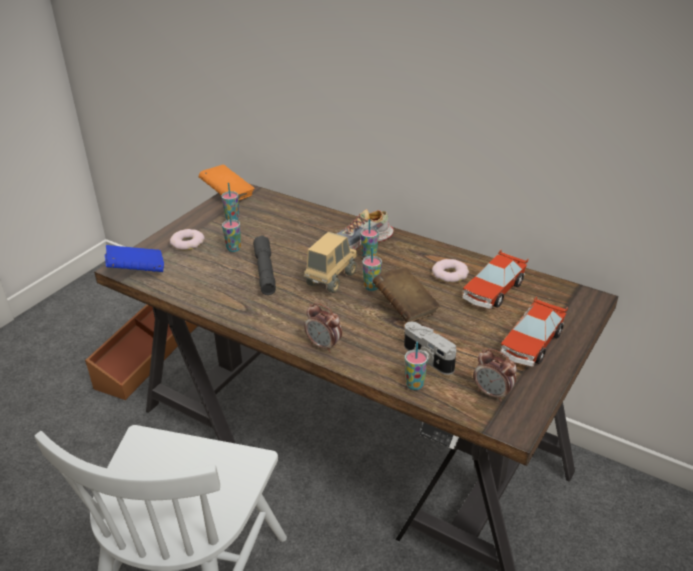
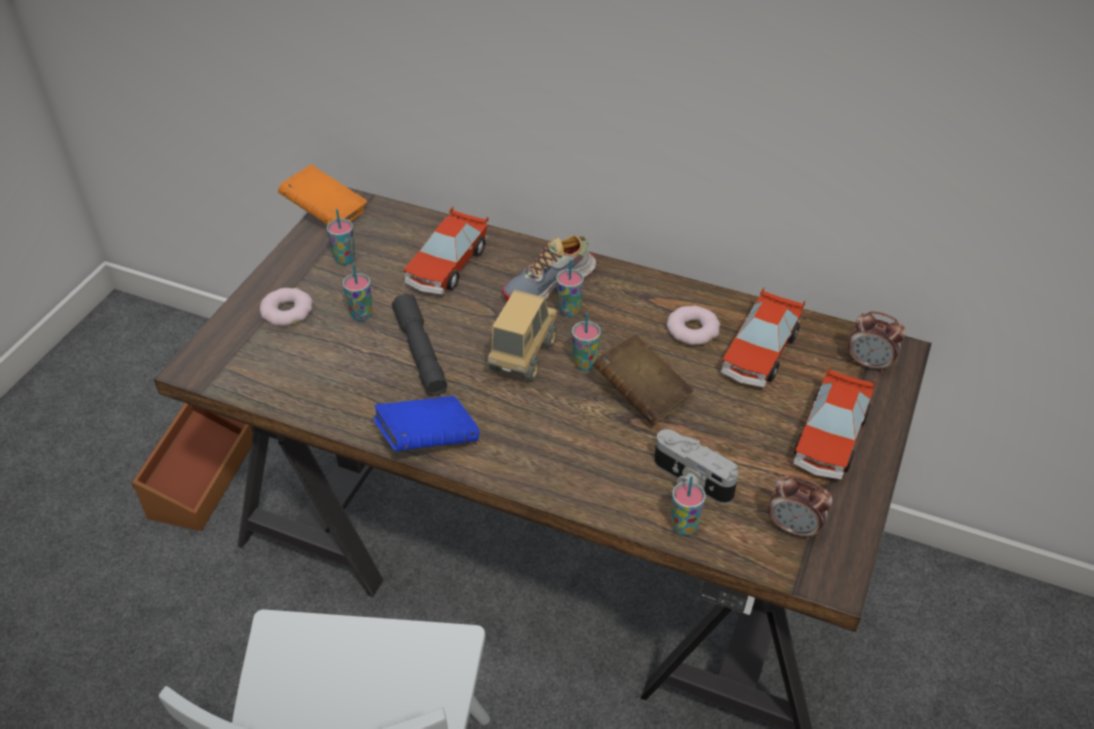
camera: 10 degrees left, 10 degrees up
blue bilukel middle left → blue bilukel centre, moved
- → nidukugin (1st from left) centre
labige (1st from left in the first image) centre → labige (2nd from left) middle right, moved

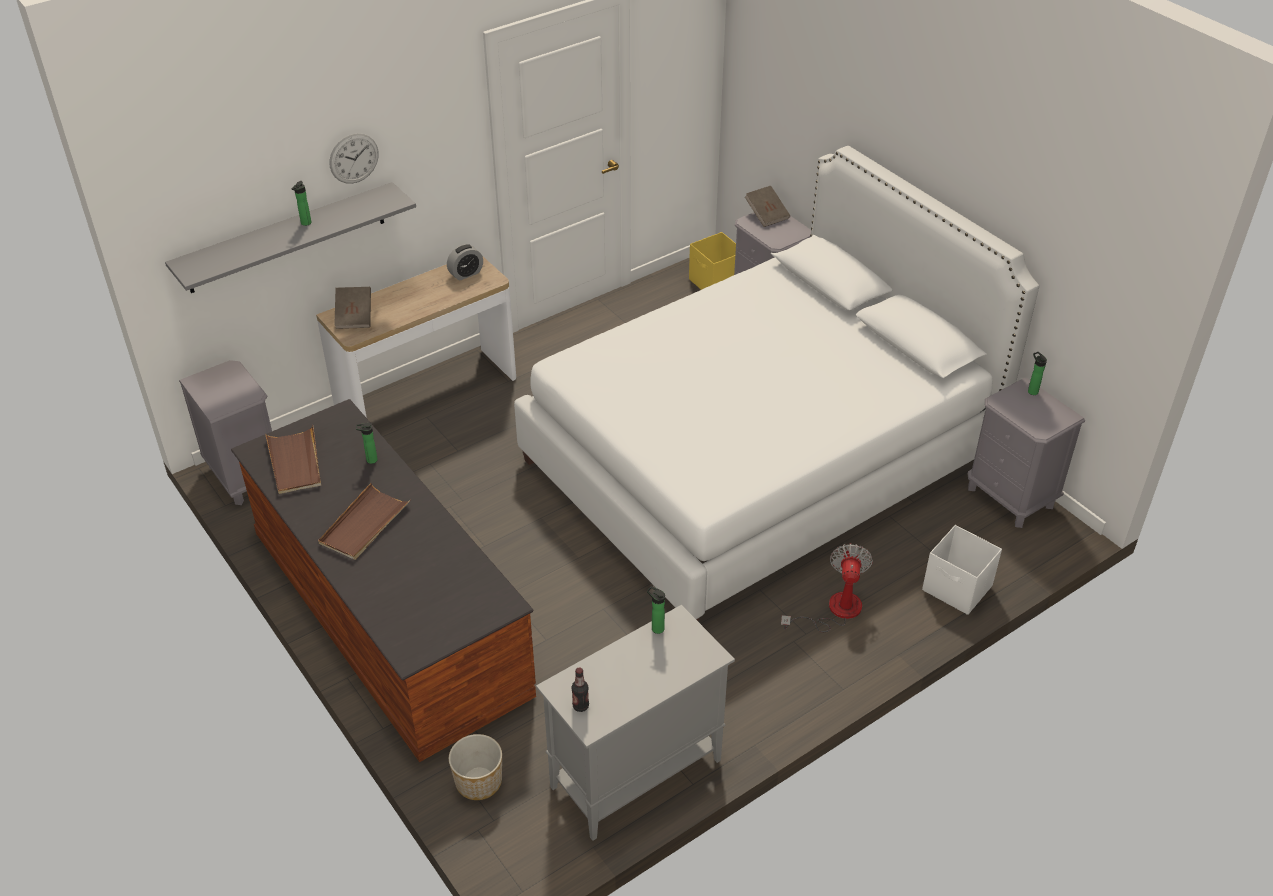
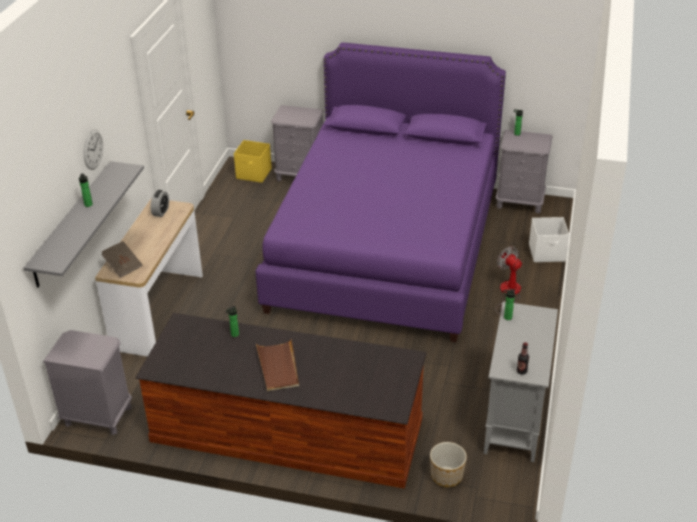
camera: 40 degrees left, 5 degrees down
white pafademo centre → purple pafademo centre
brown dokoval (1st from left) middle left → -
brown bilukel (2nd from left) top centre → -

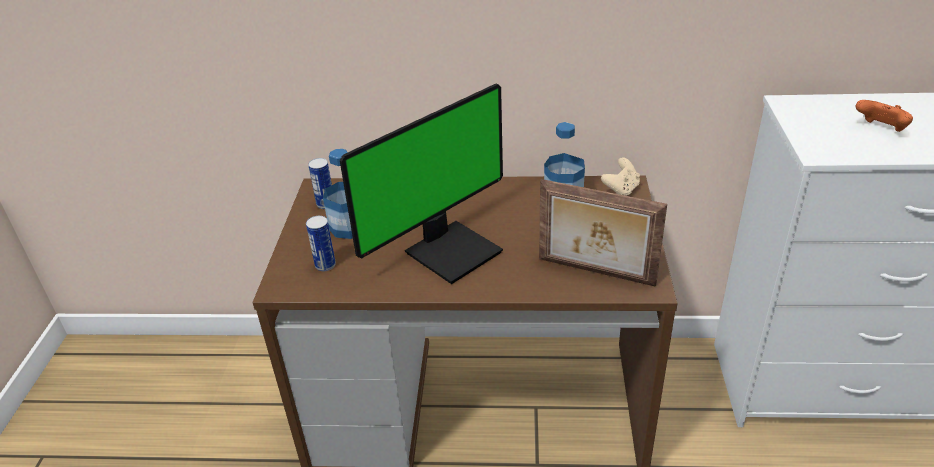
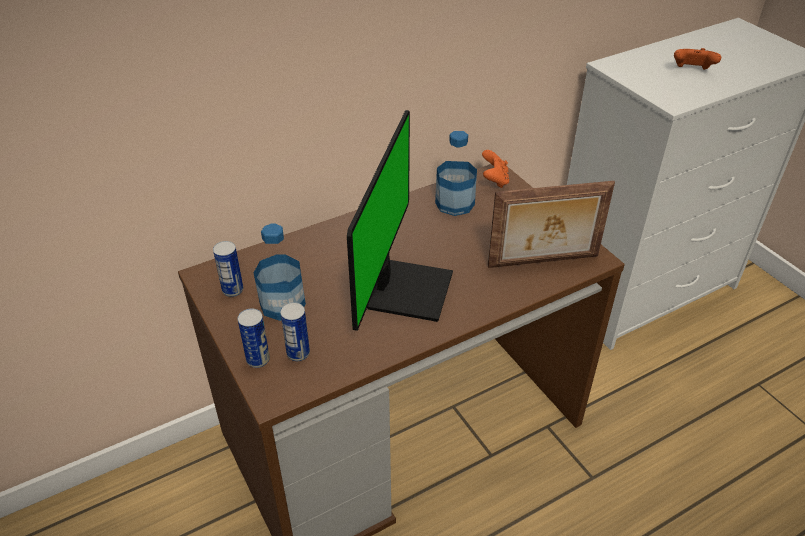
camera: 35 degrees left, 5 degrees up
- → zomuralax (2nd from left) middle left
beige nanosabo centre → orange nanosabo (1st from left) top centre

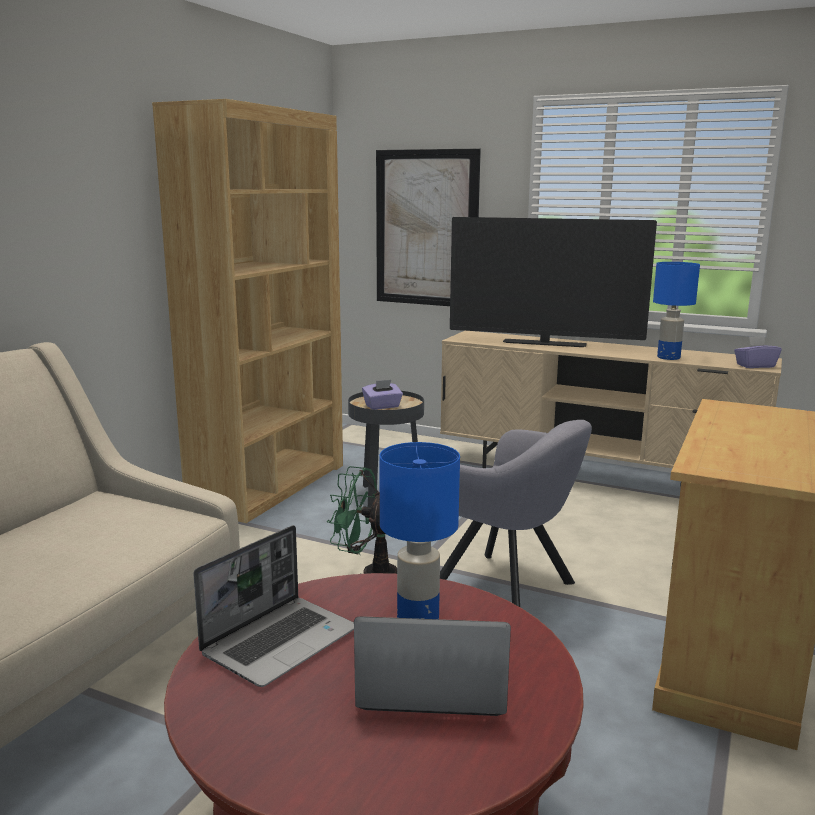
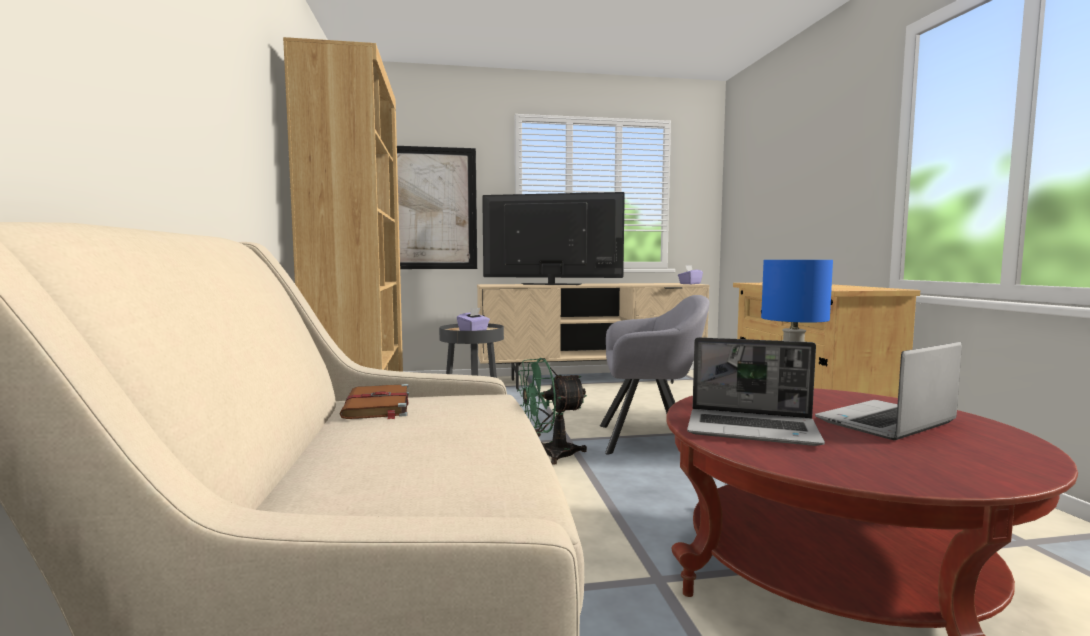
camera: 35 degrees left, 10 degrees down
- → brown bilukel centre
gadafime middle right → gadafime centre, 150 degrees counterclockwise
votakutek (1st from left) bottom centre → votakutek (1st from left) middle right, 105 degrees clockwise
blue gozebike (2nd from left) middle right → -

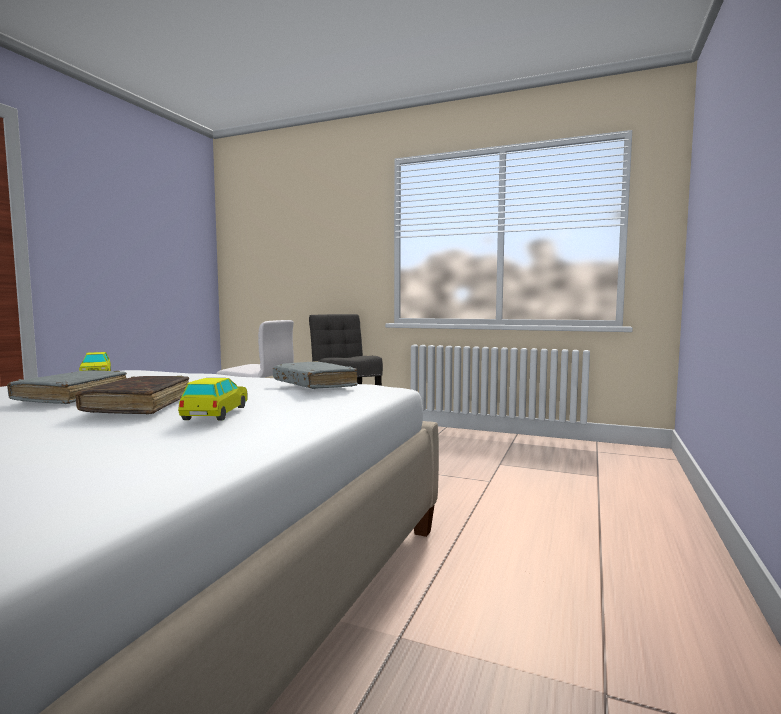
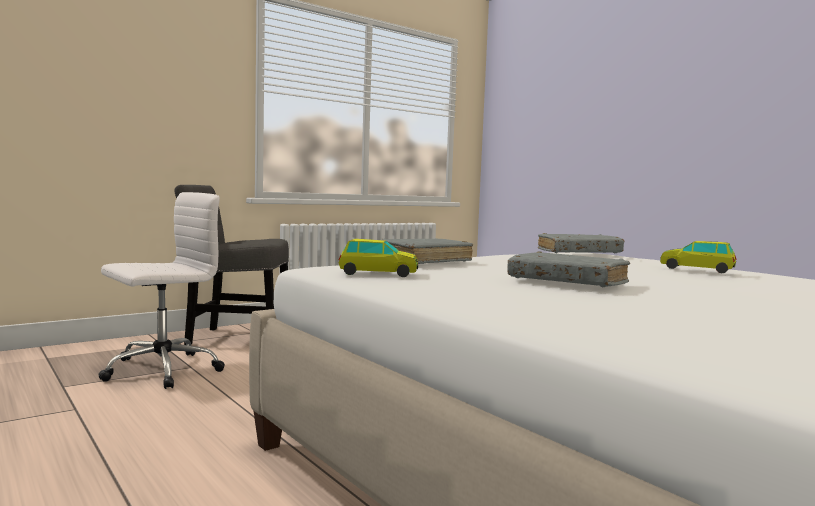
camera: 60 degrees left, 0 degrees up
- → grey bilukel (1st from left) centre
brown bilukel middle left → -

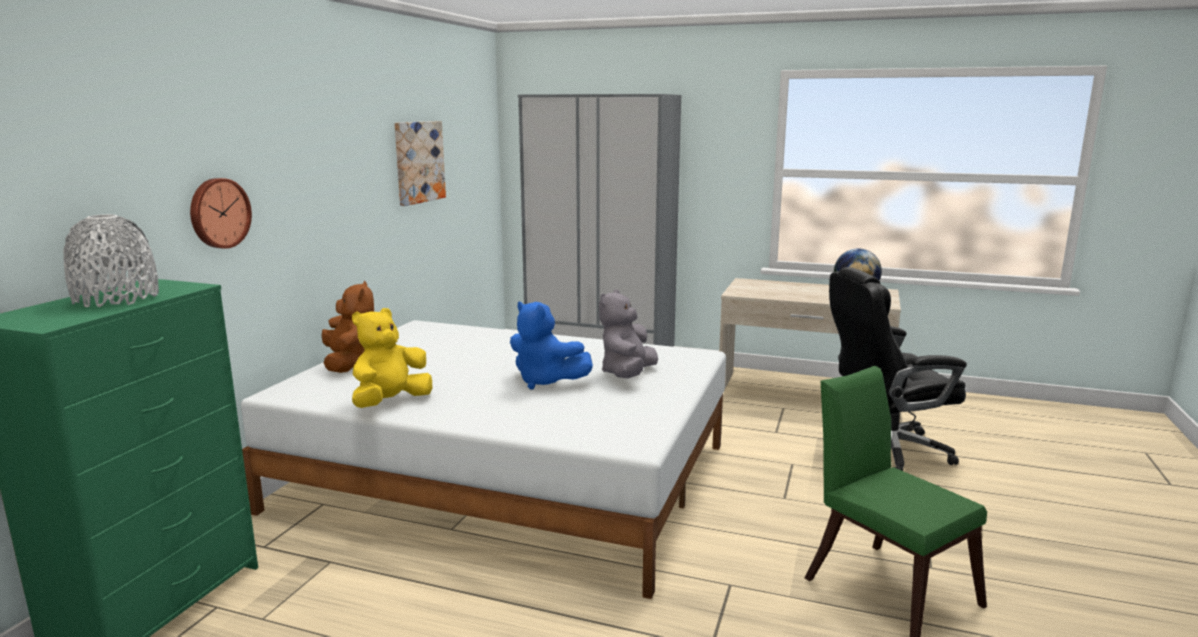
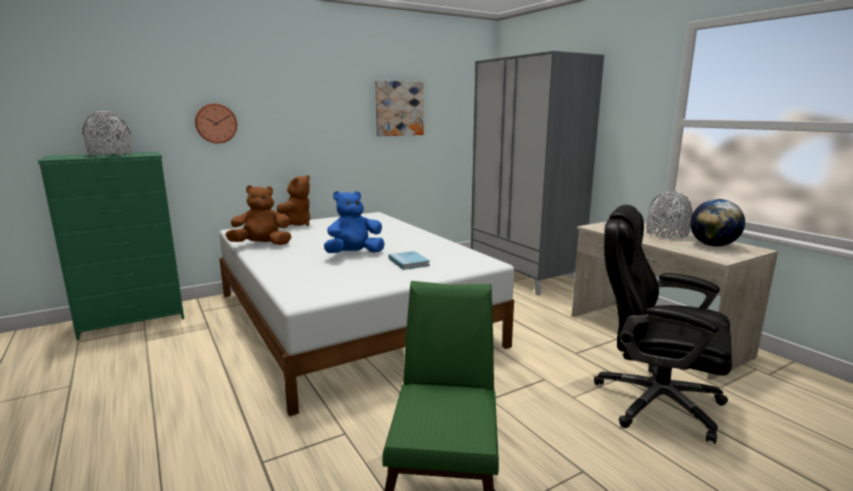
camera: 40 degrees right, 0 degrees up
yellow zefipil middle left → brown zefipil (1st from left) middle left
blue zefipil centre, 75 degrees clockwise
grey zefipil centre → blue bilukel centre
- → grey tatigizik (2nd from left) middle right

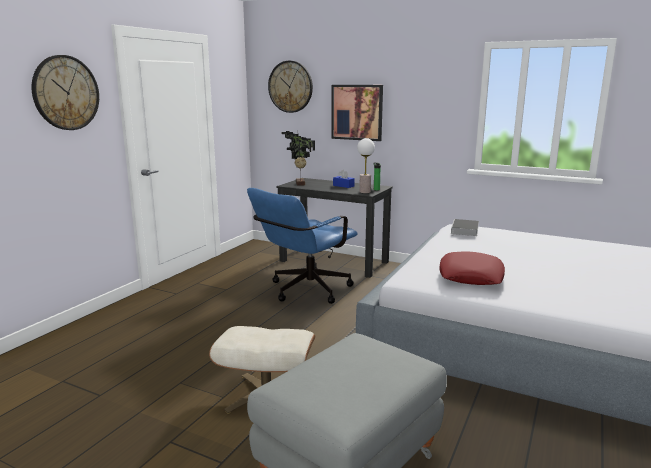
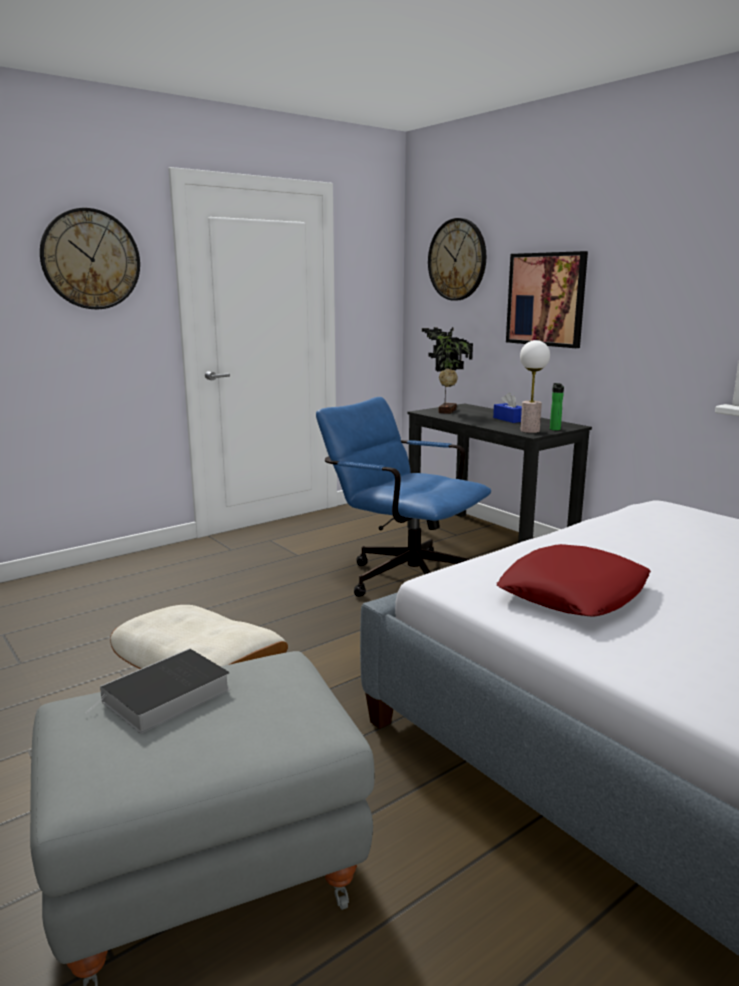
camera: 25 degrees right, 0 degrees up
bilukel middle right → bilukel bottom left, moved
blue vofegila centre, 60 degrees clockwise

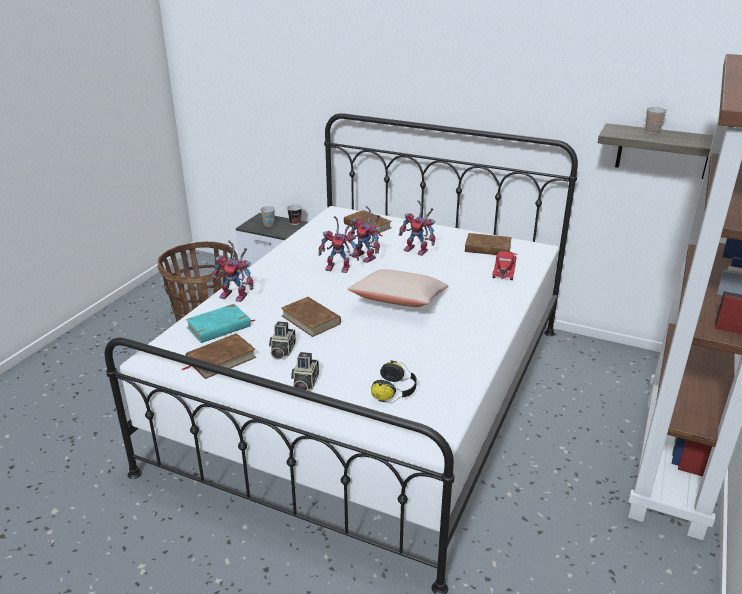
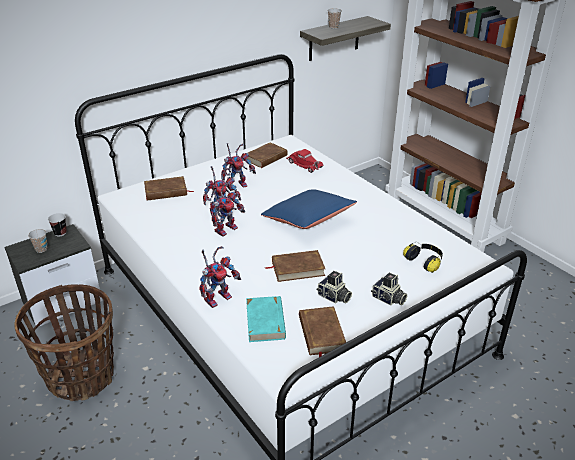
camera: 60 degrees left, 5 degrees up
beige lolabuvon centre → blue lolabuvon centre

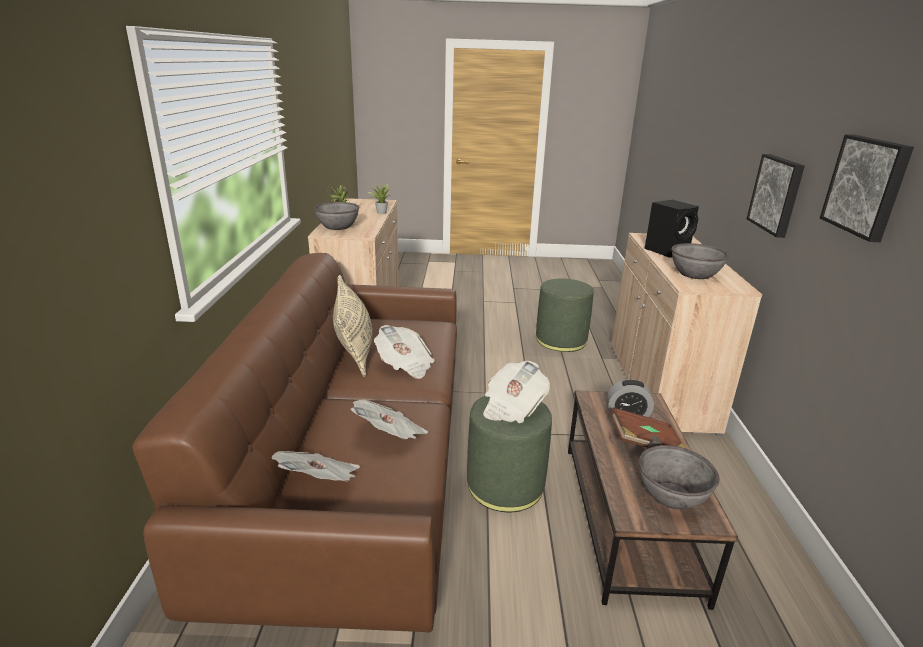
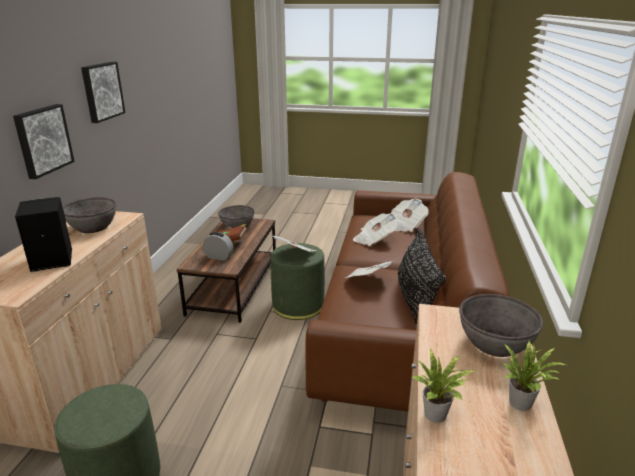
camera: 170 degrees left, 0 degrees up
beige lolabuvon centre → black lolabuvon centre

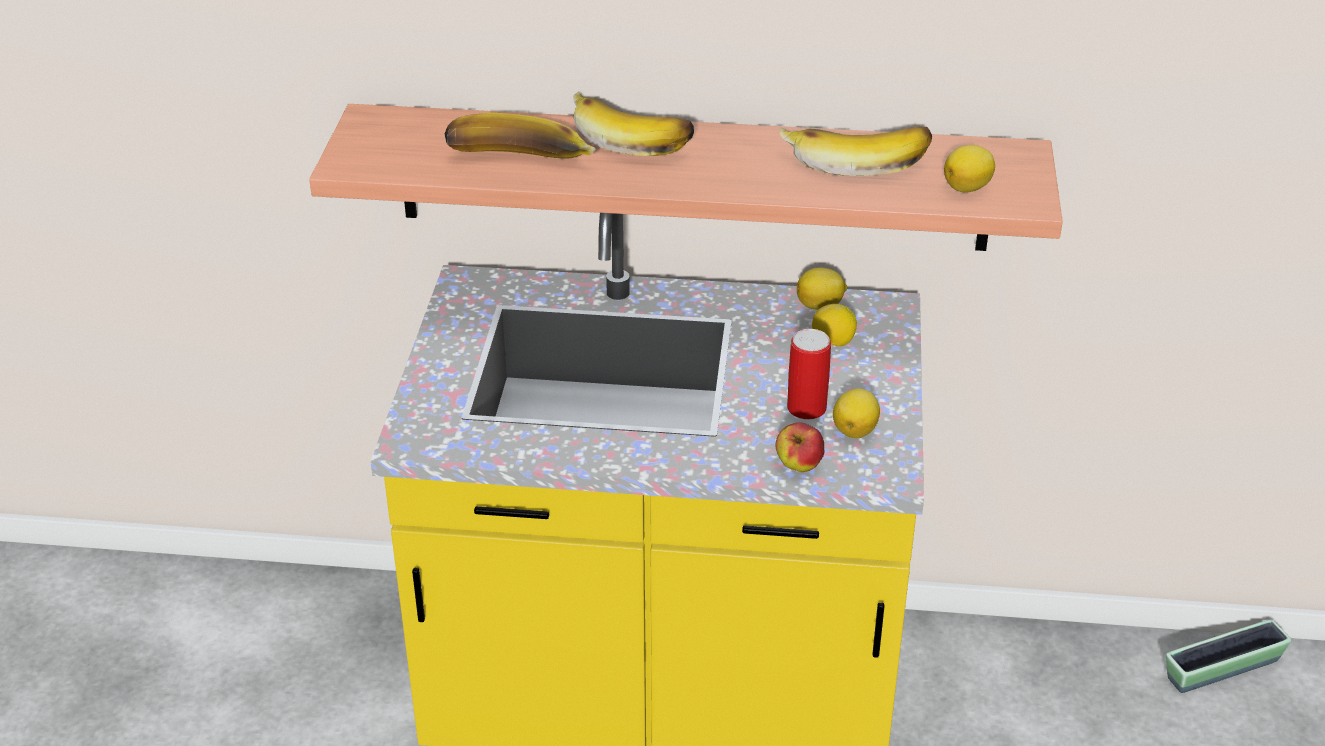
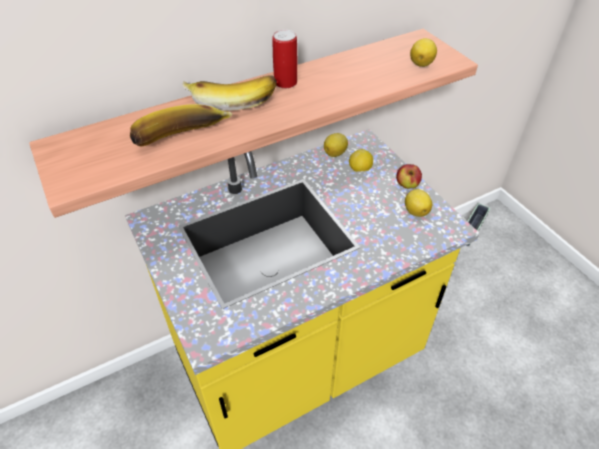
camera: 35 degrees left, 10 degrees up
zomuralax centre → zomuralax top centre, moved
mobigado centre → mobigado middle right, moved
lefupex (3rd from left) top centre → -

